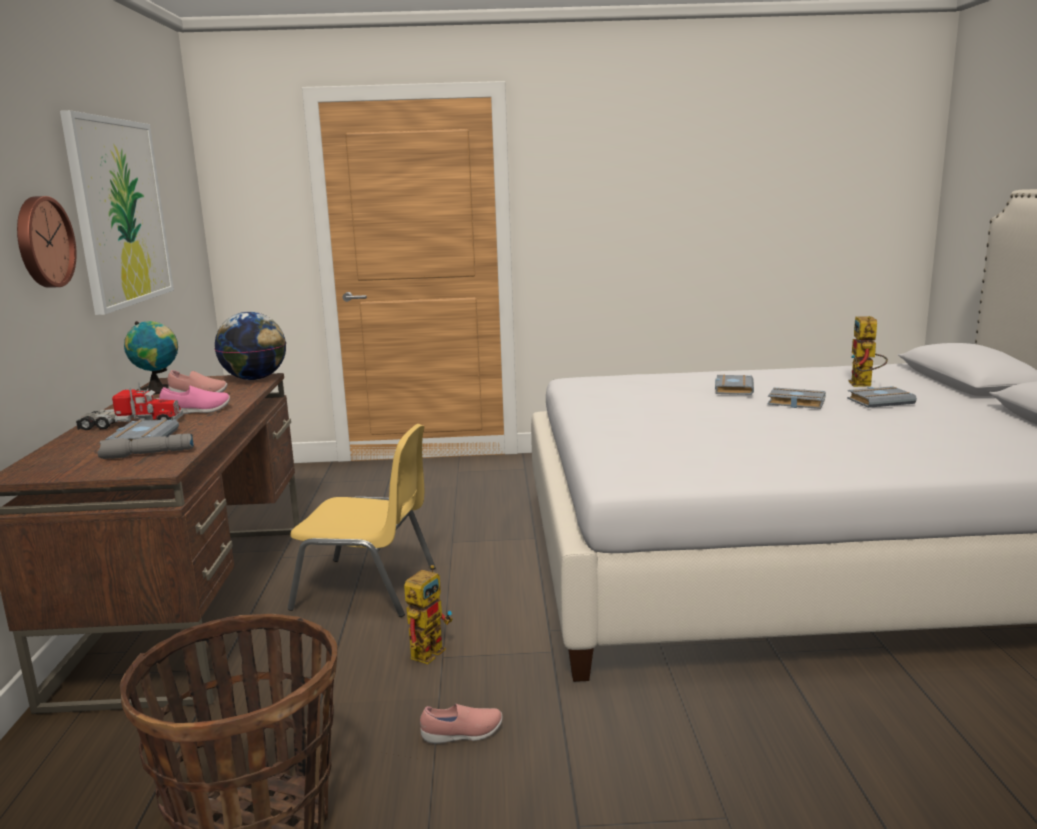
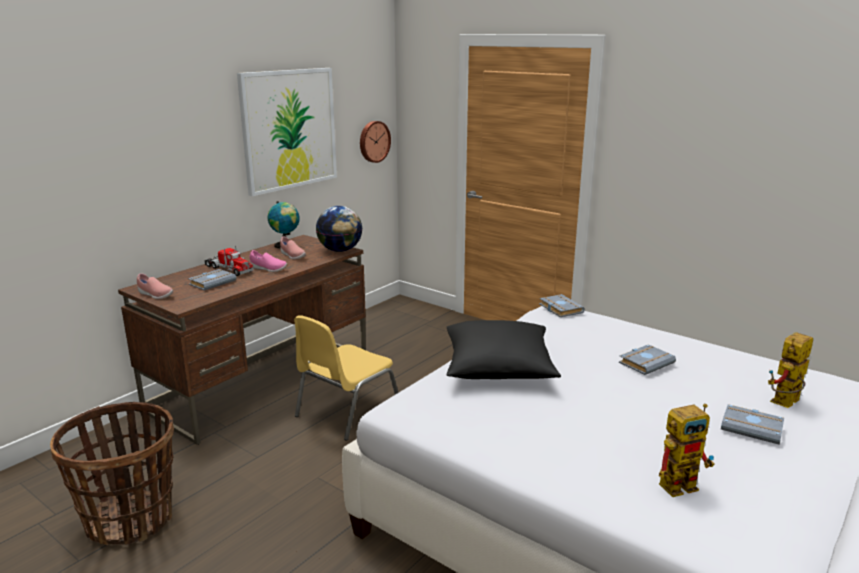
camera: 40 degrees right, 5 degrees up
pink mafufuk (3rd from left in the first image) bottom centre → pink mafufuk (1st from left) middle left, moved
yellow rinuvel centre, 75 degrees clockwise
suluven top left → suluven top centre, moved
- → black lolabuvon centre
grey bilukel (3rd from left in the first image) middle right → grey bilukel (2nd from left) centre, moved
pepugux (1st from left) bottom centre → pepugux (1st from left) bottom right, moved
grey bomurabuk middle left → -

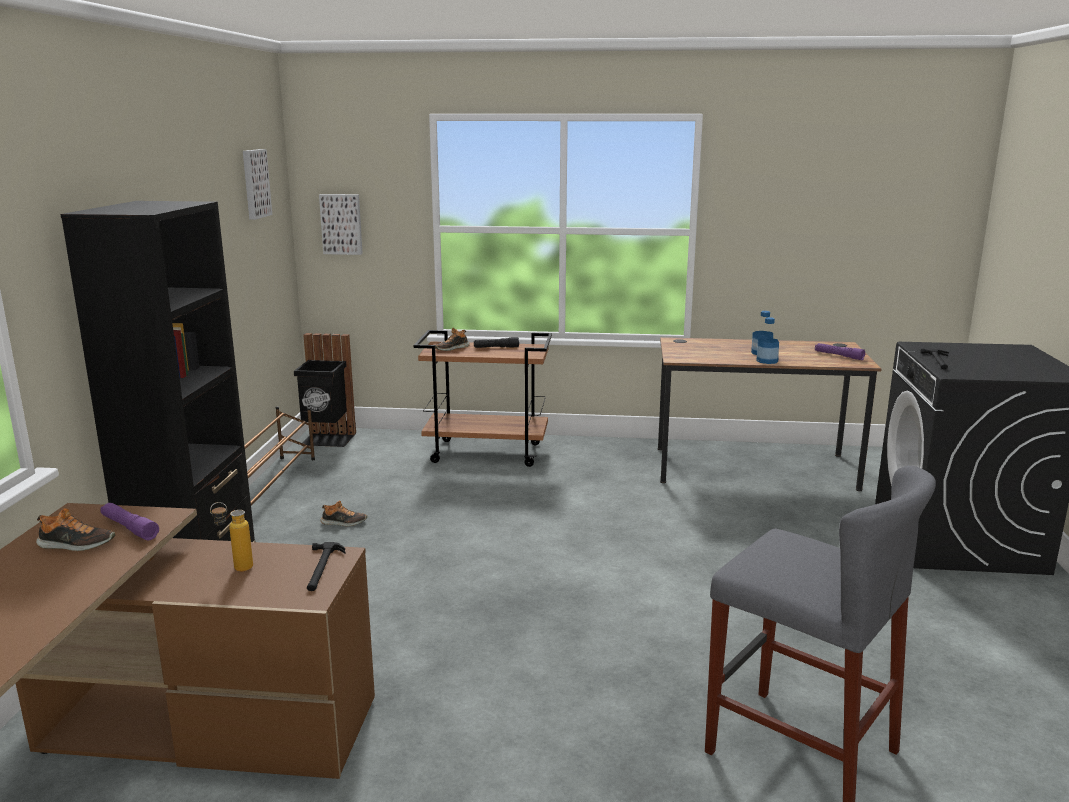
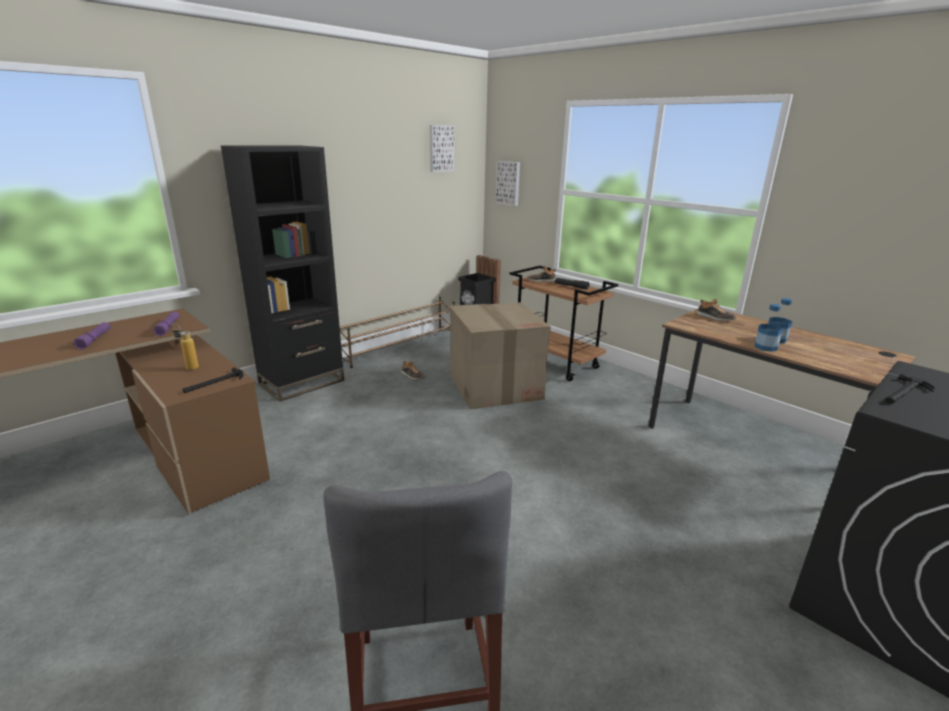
camera: 40 degrees right, 5 degrees up
purple bomurabuk (2nd from left in the first image) middle right → purple bomurabuk (1st from left) middle left, moved
- → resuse centre
mafufuk (1st from left in the first image) middle left → mafufuk (3rd from left) middle right, moved

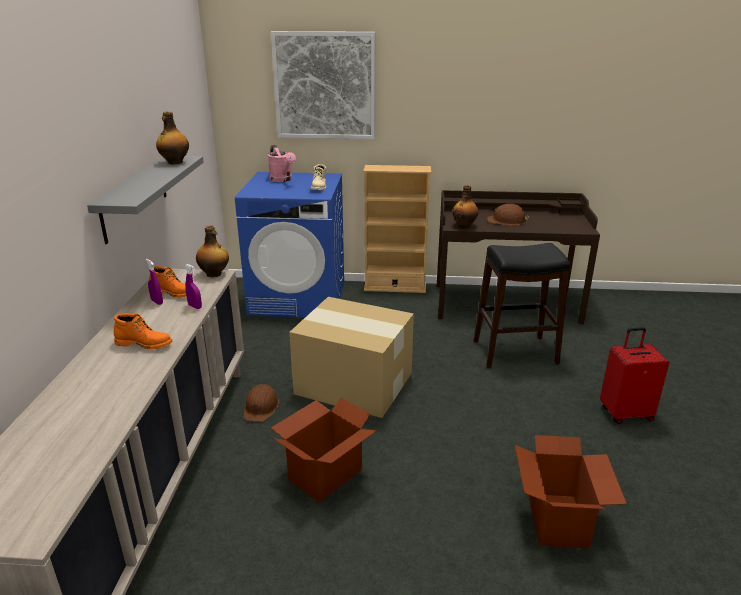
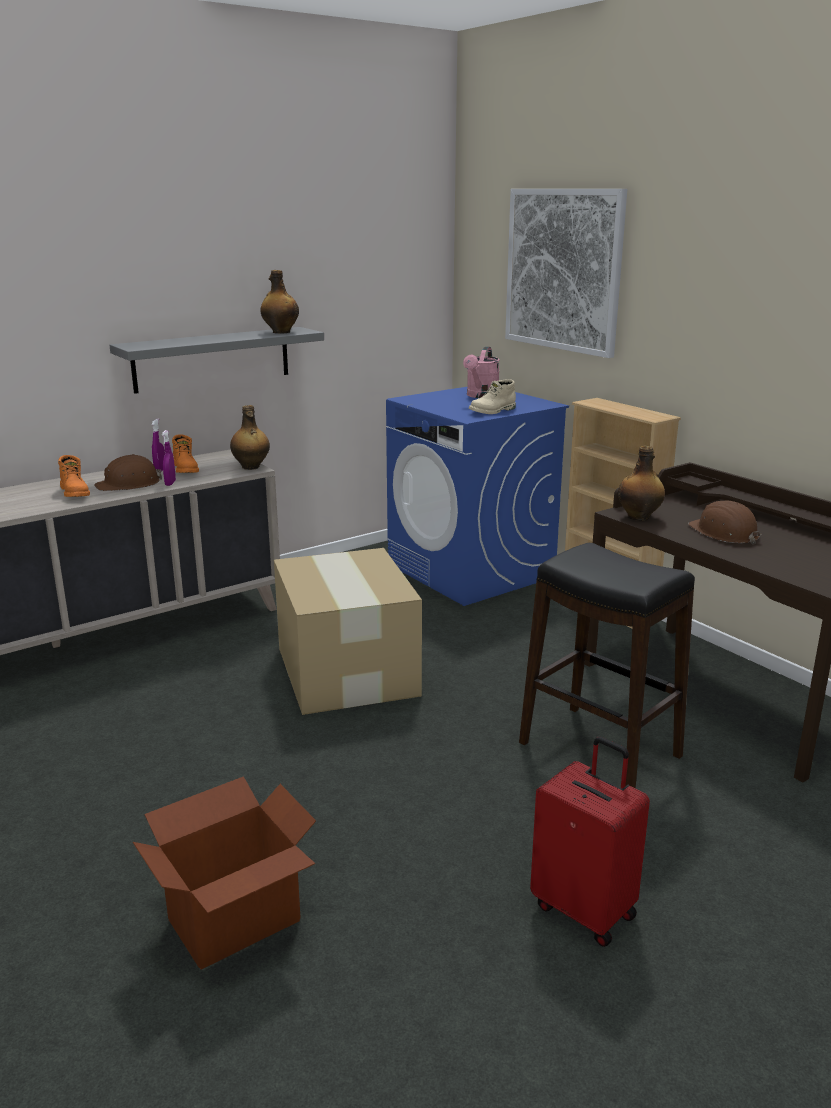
camera: 50 degrees right, 5 degrees down
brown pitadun (1st from left) bottom centre → brown pitadun (1st from left) middle left, moved
resuse (1st from left) bottom centre → -

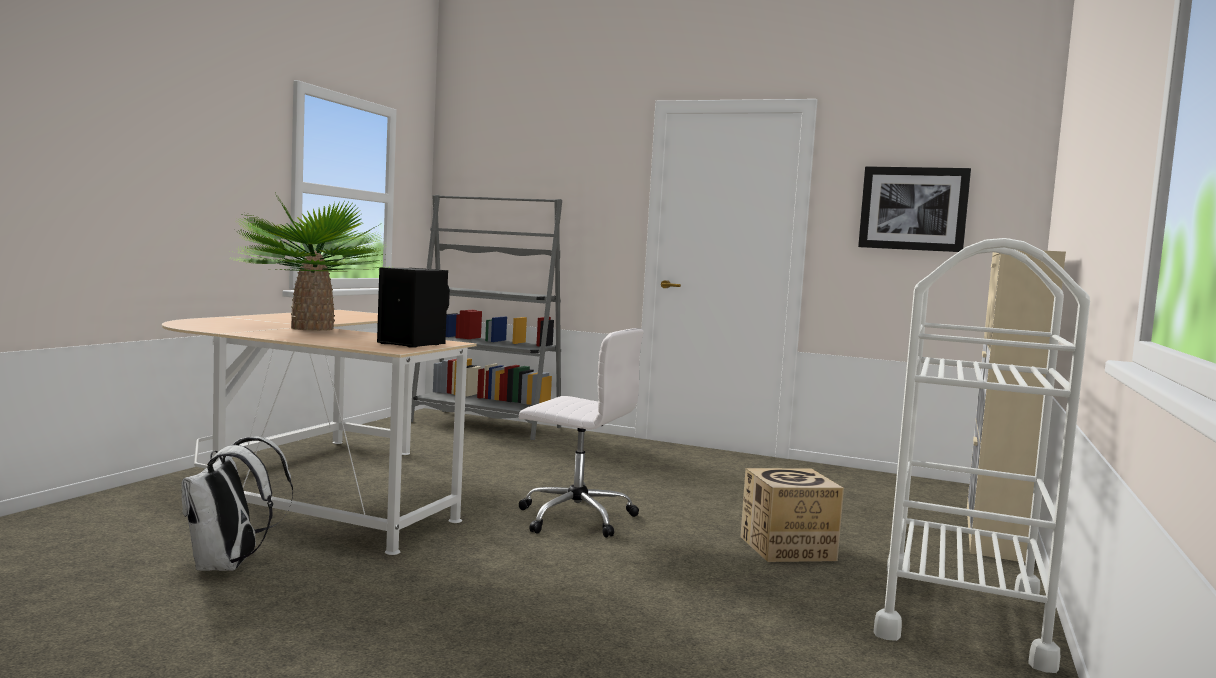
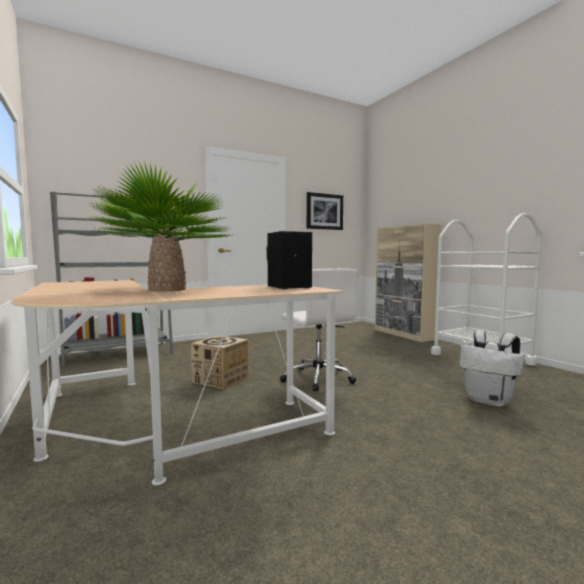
camera: 50 degrees left, 0 degrees up
resuse bottom centre → resuse centre, moved
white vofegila centre, 90 degrees clockwise
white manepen bottom left → white manepen middle right, moved

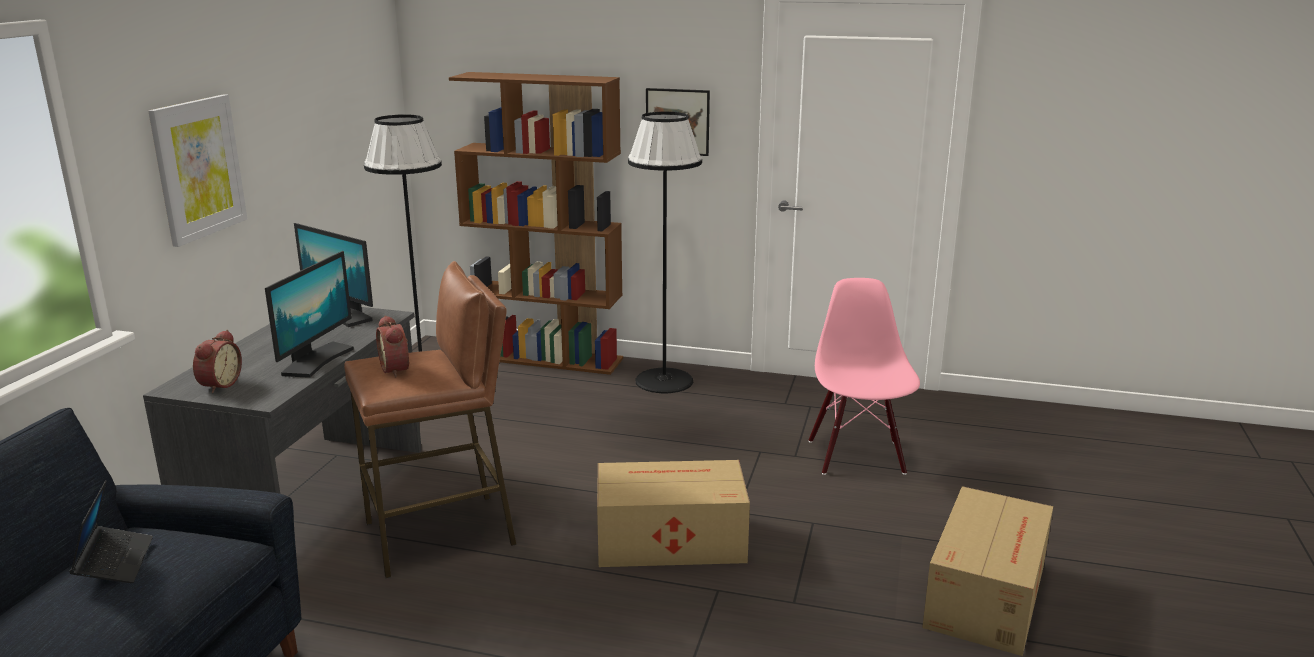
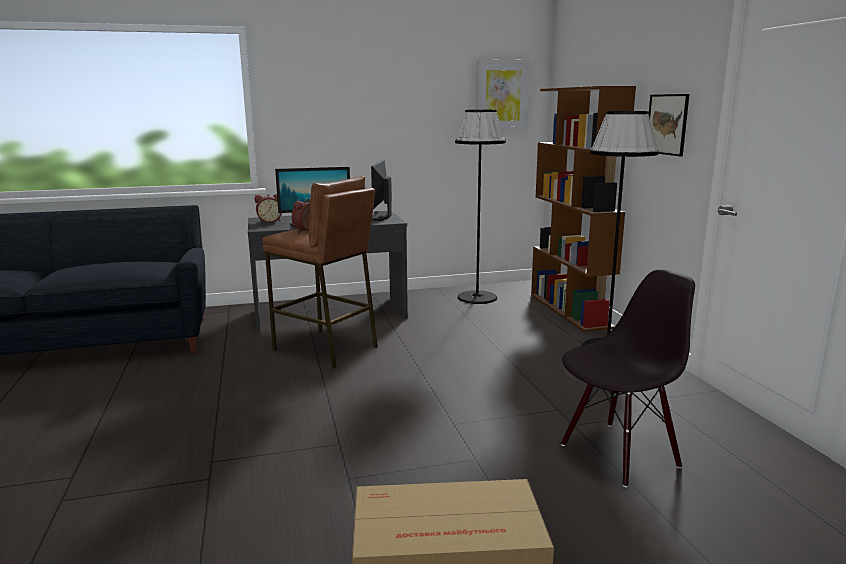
camera: 60 degrees right, 5 degrees down
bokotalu (1st from left) top left → bokotalu (1st from left) top centre, moved
pink rinuvel centre → black rinuvel bottom right
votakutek bottom left → -
resuse (1st from left) bottom centre → -

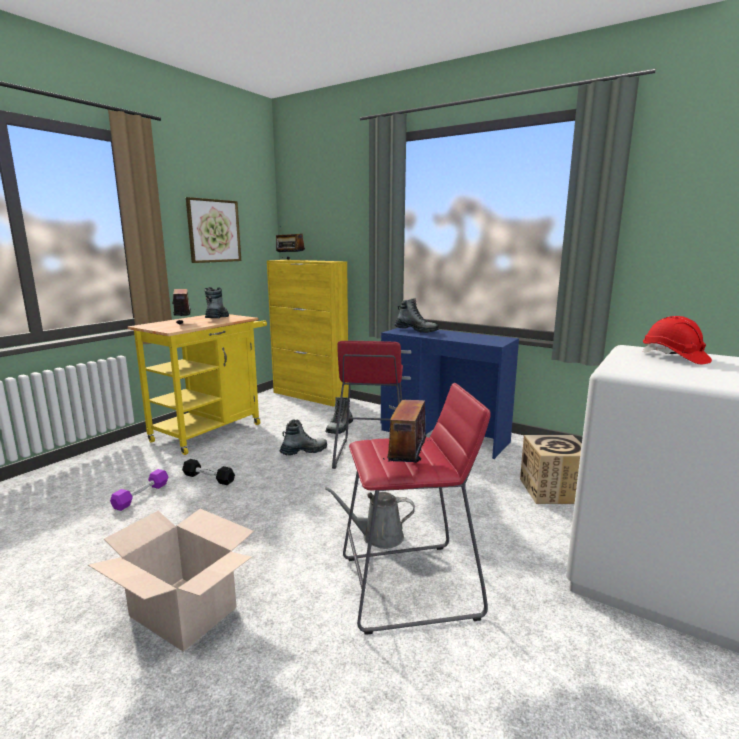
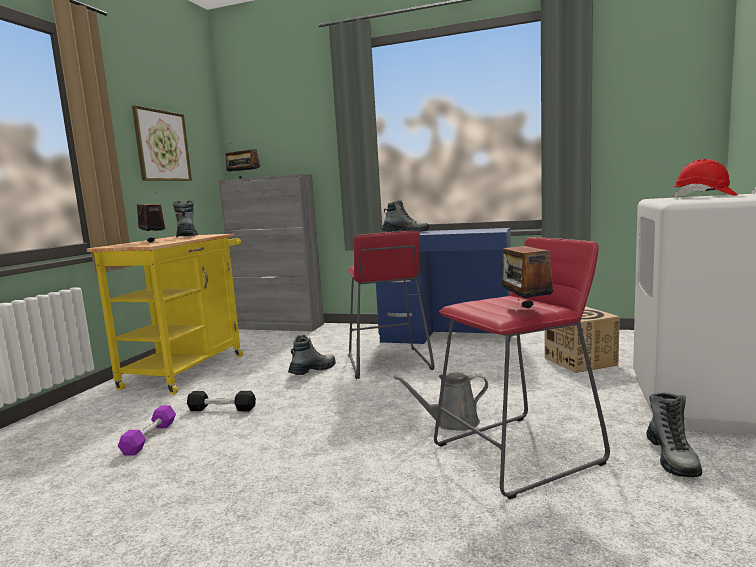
camera: 15 degrees left, 5 degrees down
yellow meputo centre → grey meputo centre
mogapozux (3rd from left in the first image) centre → mogapozux (4th from left) bottom right, moved
resuse (1st from left) bottom left → -

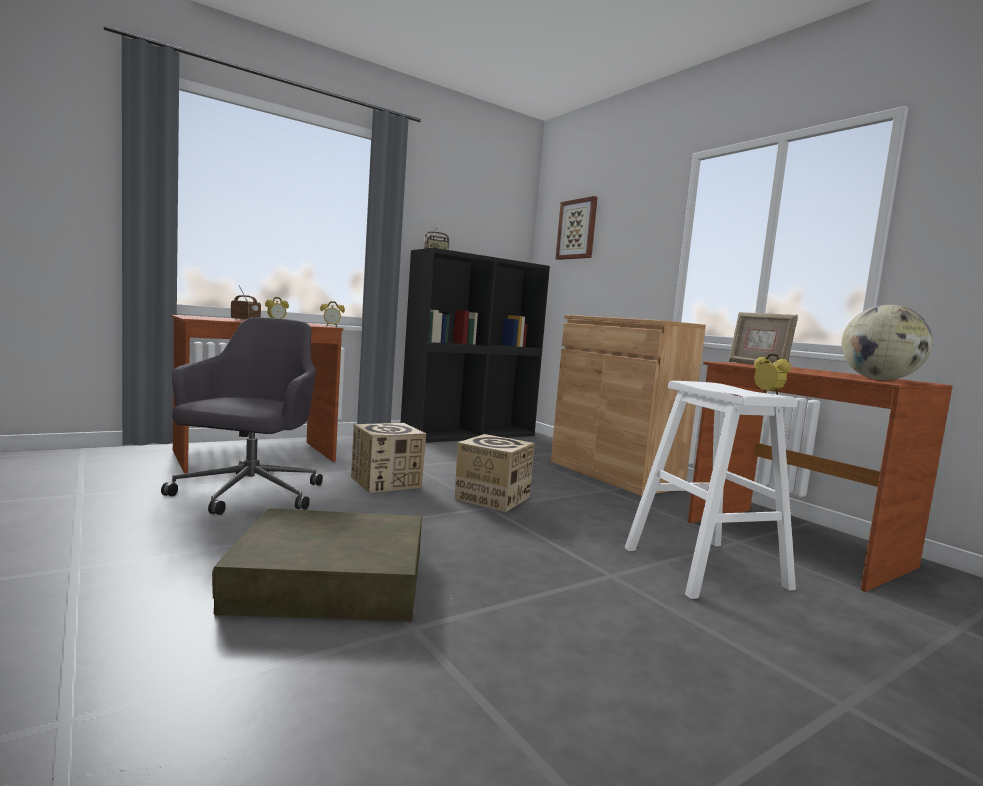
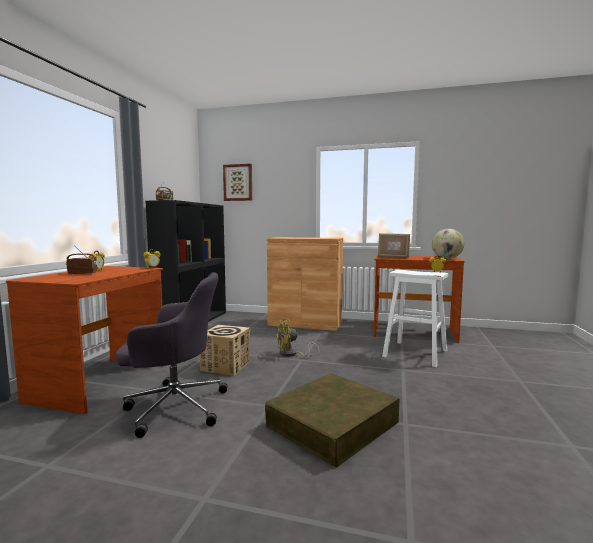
camera: 40 degrees left, 0 degrees up
grey vofegila middle left, 120 degrees clockwise
resuse (2nd from left) centre → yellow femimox centre

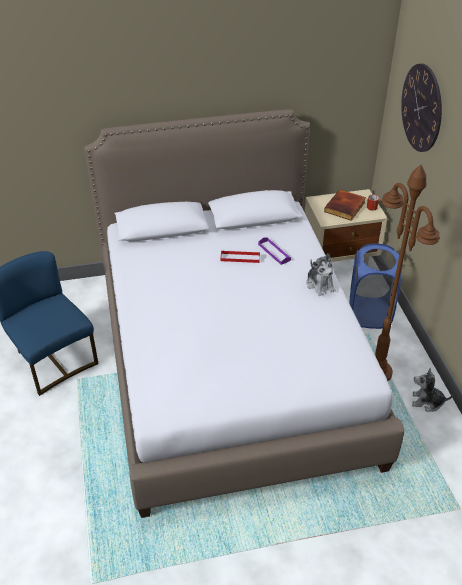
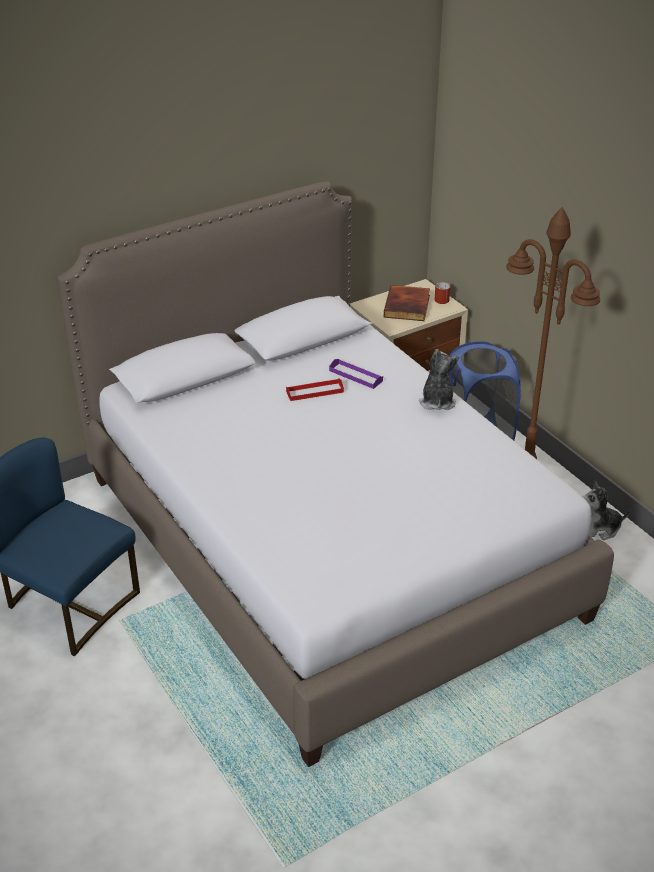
camera: 20 degrees left, 5 degrees down
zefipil (1st from left) middle right, 135 degrees counterclockwise
suluven top right → -

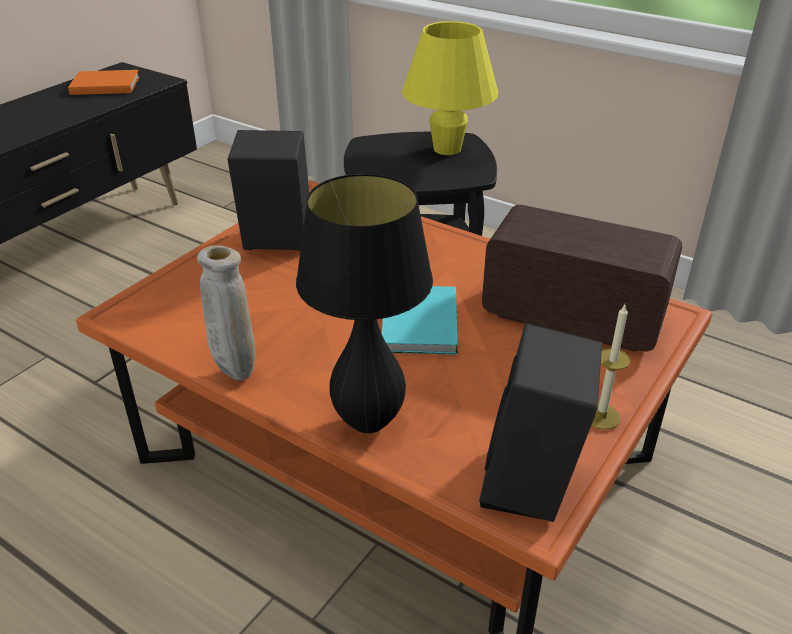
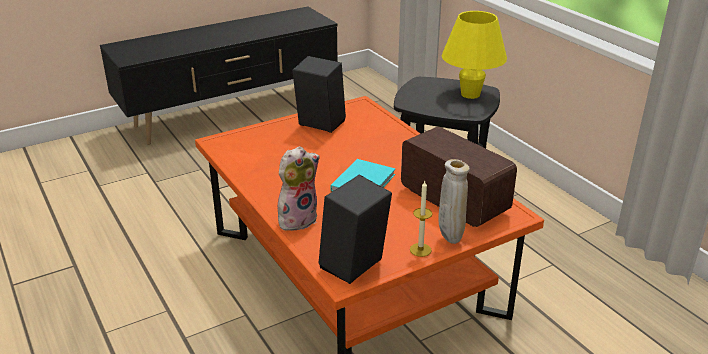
camera: 25 degrees right, 5 degrees down
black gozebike centre → zefipil centre
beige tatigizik middle left → beige tatigizik centre, moved
orange bilukel top left → -

